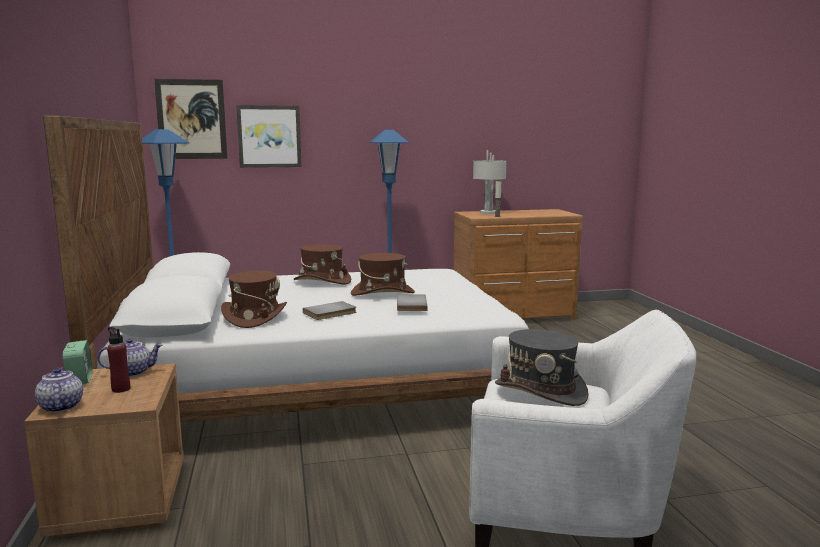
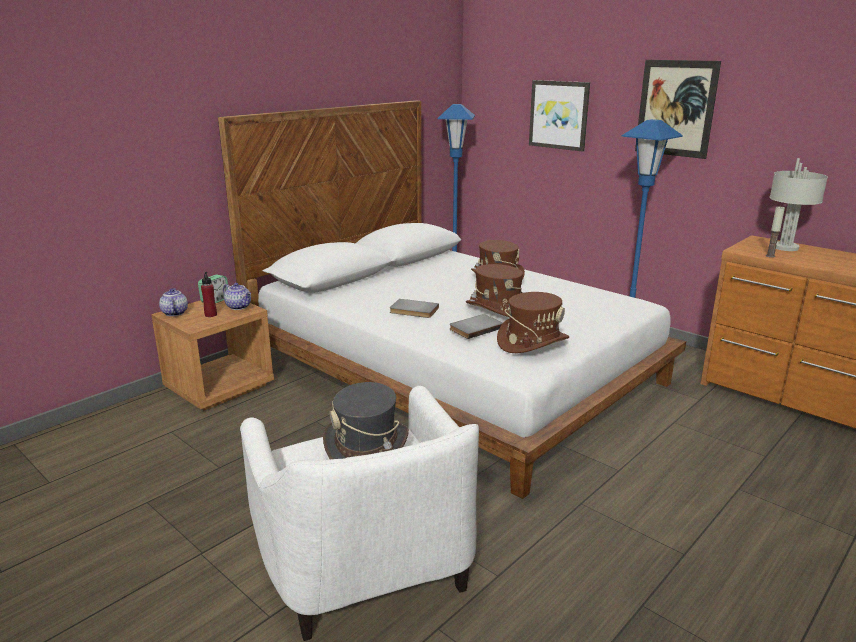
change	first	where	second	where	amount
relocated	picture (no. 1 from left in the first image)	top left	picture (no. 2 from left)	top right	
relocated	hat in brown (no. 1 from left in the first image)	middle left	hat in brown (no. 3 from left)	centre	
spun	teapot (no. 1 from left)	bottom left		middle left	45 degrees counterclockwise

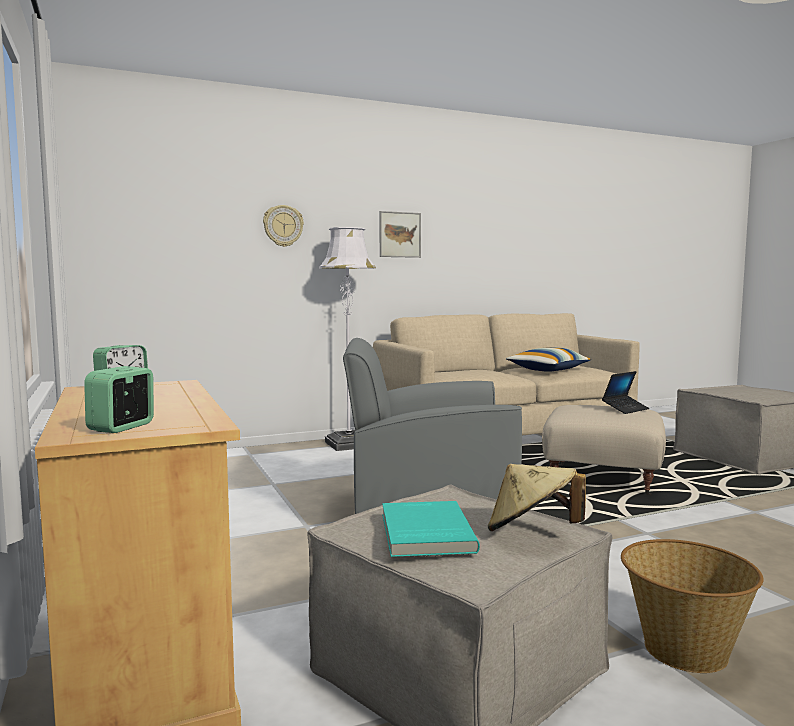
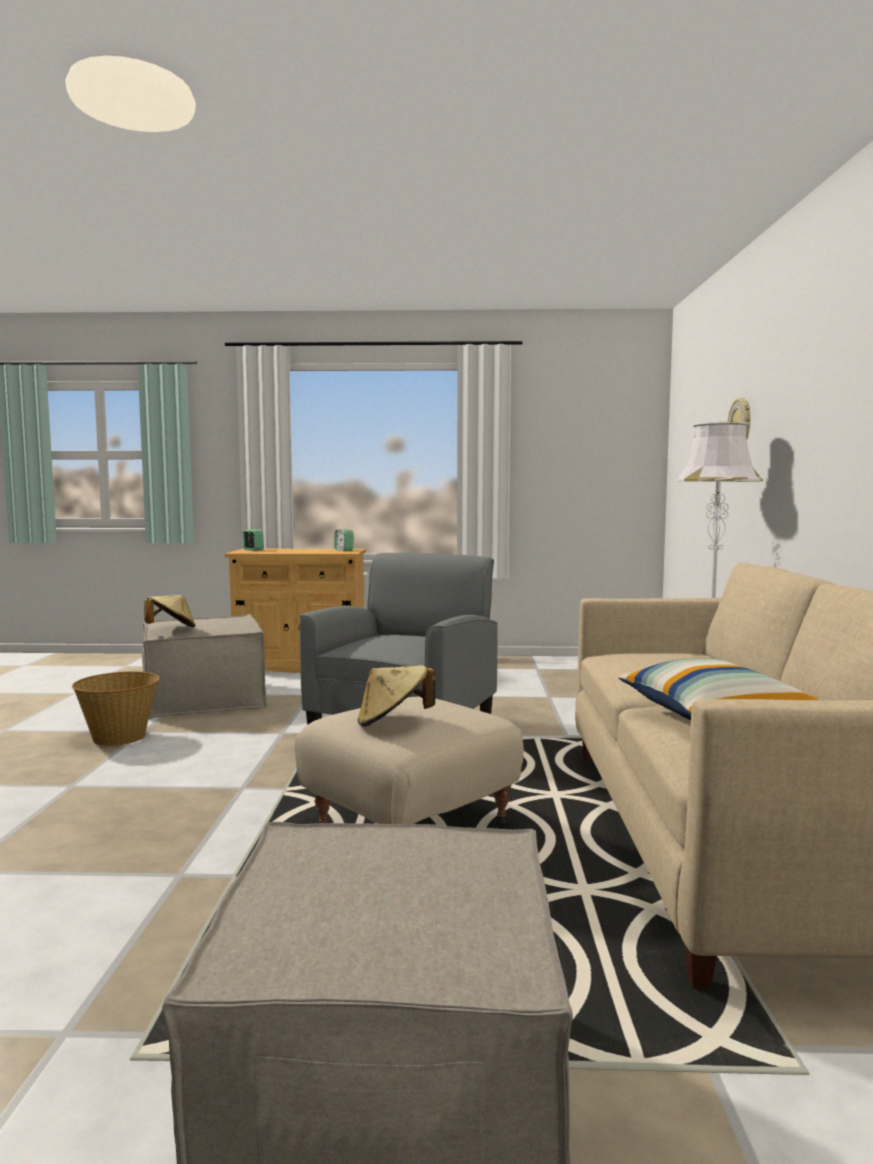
change	first	where	second	where	amount
missing	picture	top centre			
exchanged	laptop	middle right	hat in beige (no. 2 from left)	centre	
missing	book in turquoise	bottom centre			

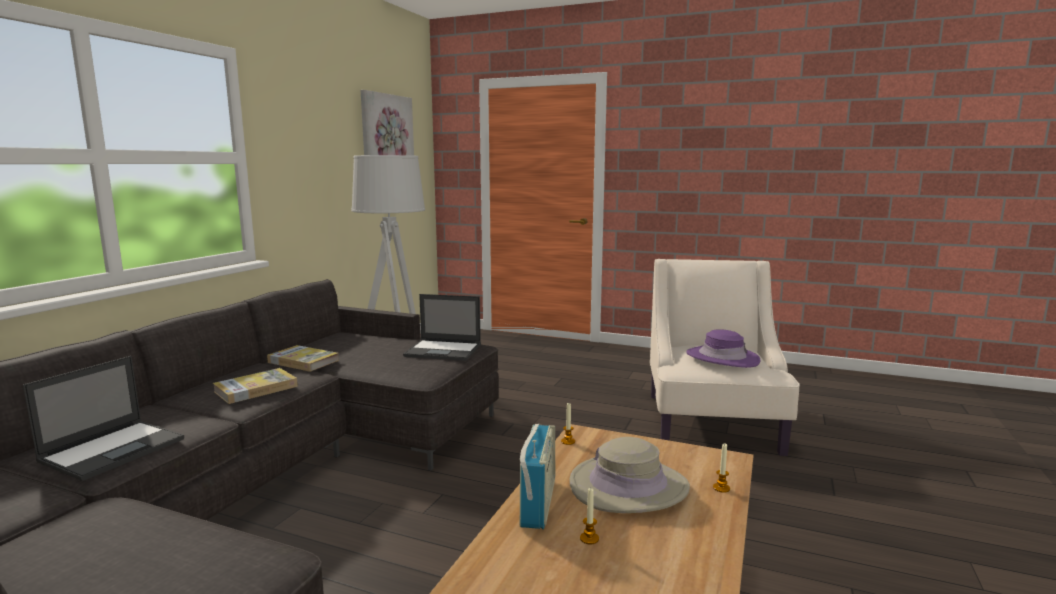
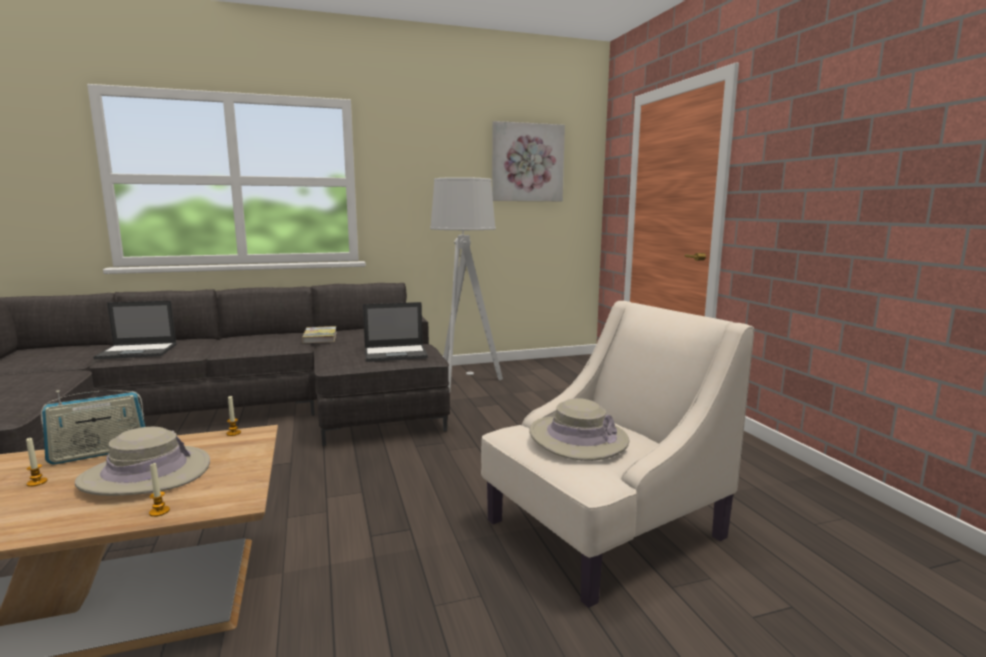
change	first	where	second	where	amount
spun	laptop (no. 2 from left)	centre		centre	75 degrees counterclockwise
colour	hat in purple-coloured	middle right	hat in beige (no. 2 from left)	centre	
missing	book (no. 1 from left)	middle left			

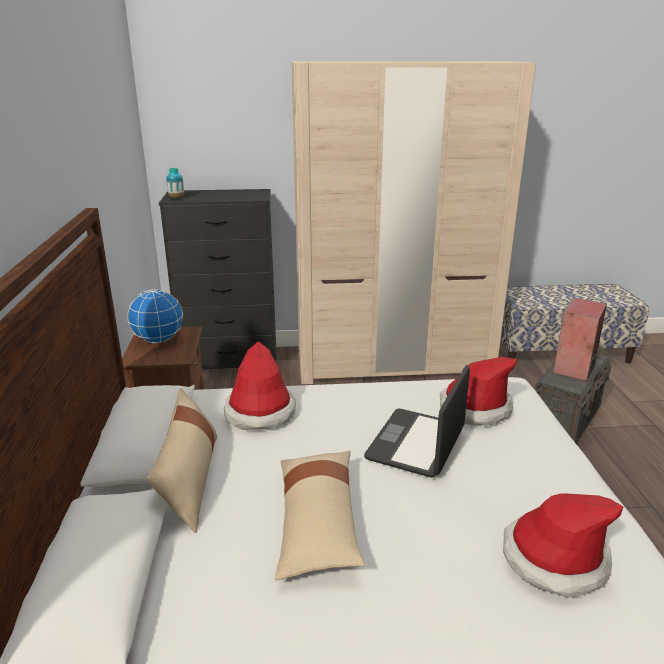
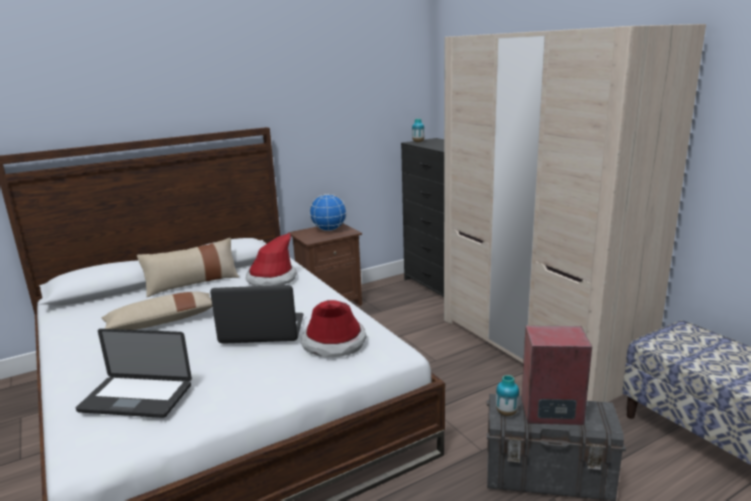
change	first	where	second	where	amount
exchanged	hat (no. 3 from left)	bottom right	laptop (no. 1 from left)	bottom left	
appeared			decorative vase (no. 2 from left)	bottom right	

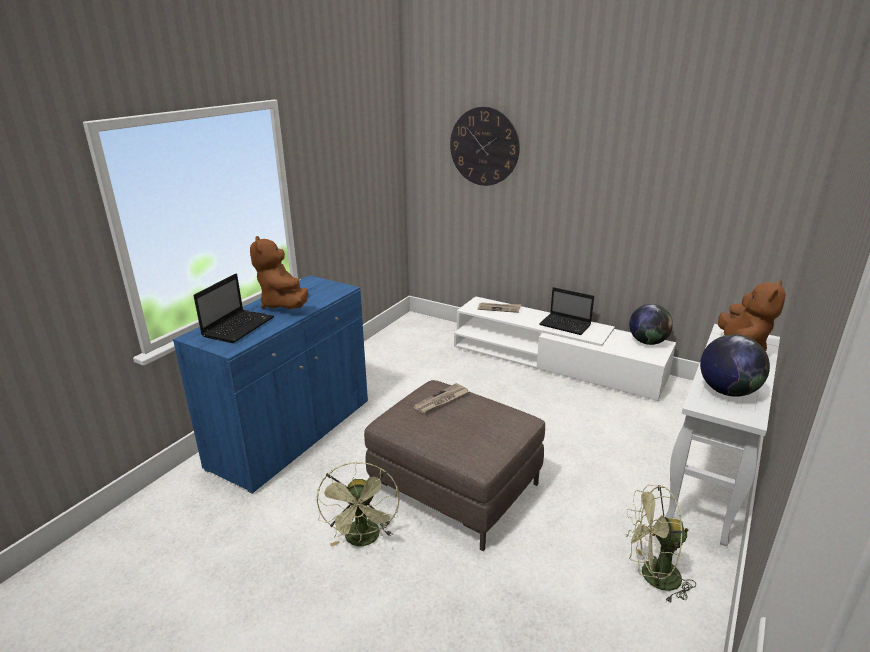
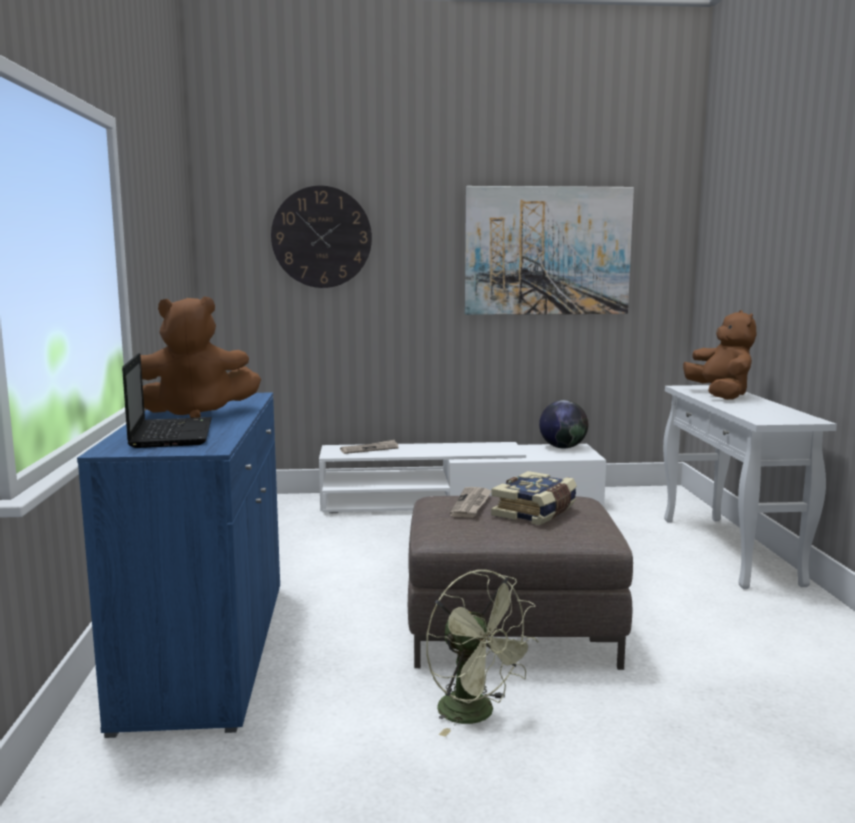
change	first	where	second	where	amount
spun	plush toy in brown (no. 1 from left)	middle left		middle left	45 degrees counterclockwise
missing	laptop (no. 2 from left)	centre			
missing	desk globe (no. 2 from left)	middle right			
missing	electric fan in greenish (no. 2 from left)	bottom right			
appeared			picture	top centre	
appeared			book	centre	

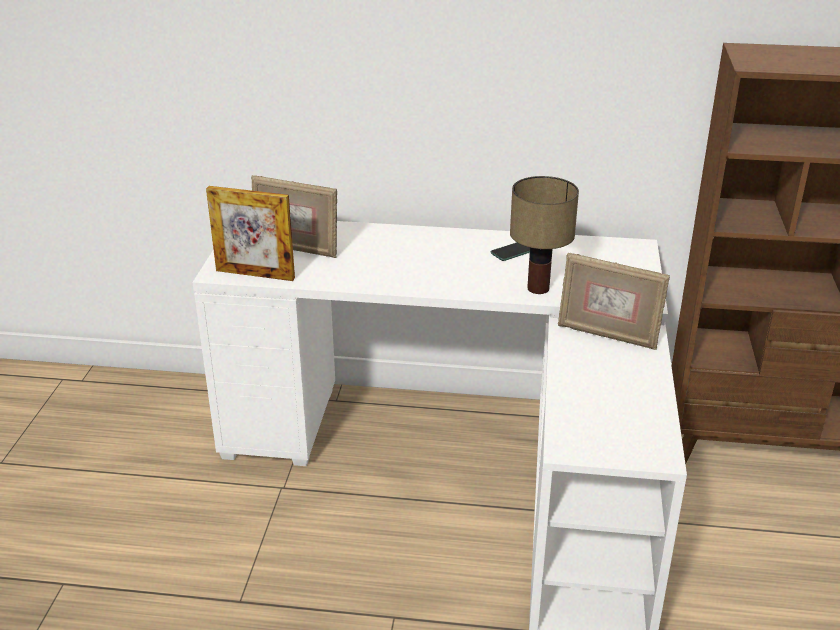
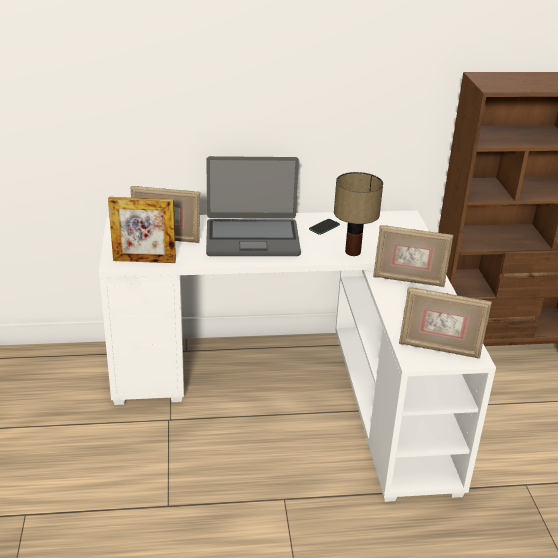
change	first	where	second	where	amount
appeared			laptop	centre	
appeared			standing frame (no. 4 from left)	middle right	

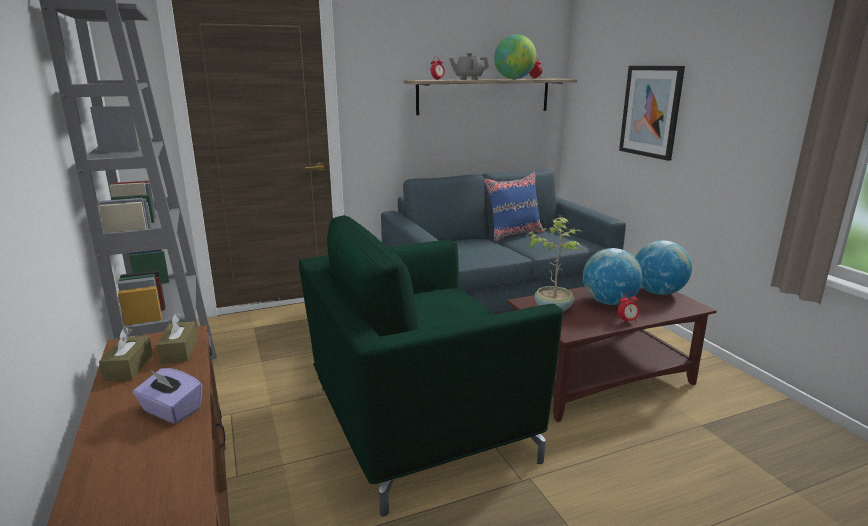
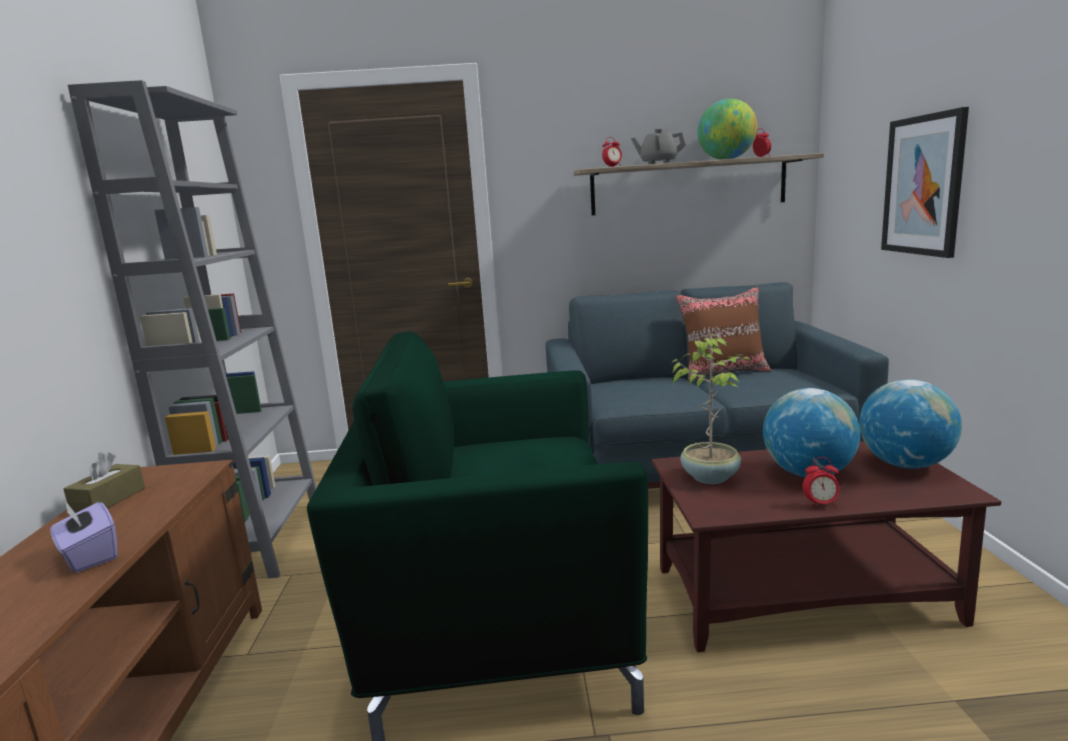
change	first	where	second	where	amount
colour	throw pillow in bluish	centre	throw pillow in brown	middle right	
missing	box of tissues in brown (no. 2 from left)	middle left			

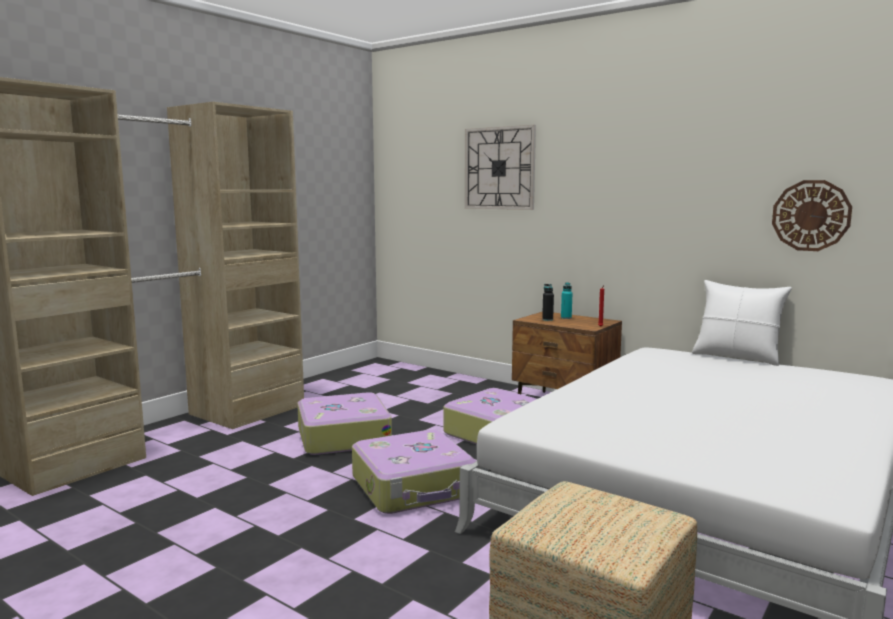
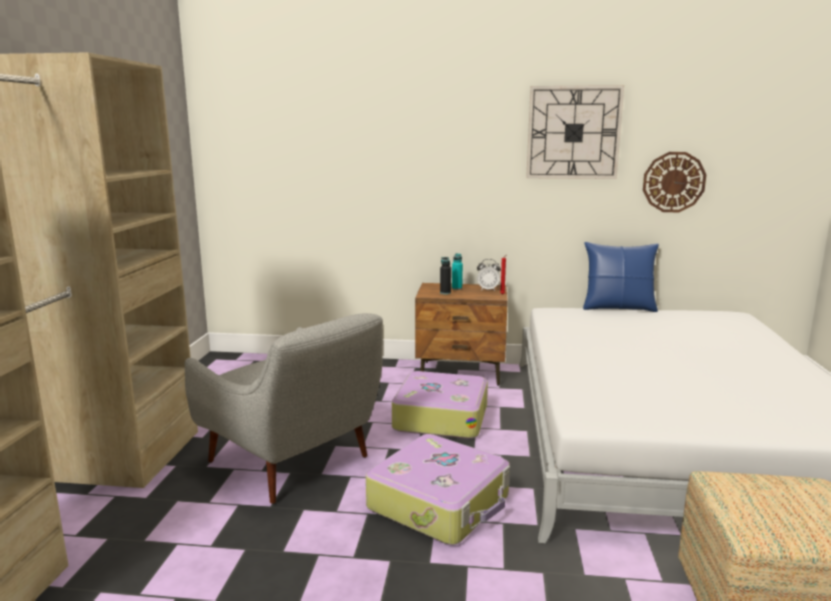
change	first	where	second	where	amount
relocated	wall clock (no. 1 from left)	top centre		top right	
colour	throw pillow in white	middle right	throw pillow in bluish	middle right	
exchanged	piece of luggage (no. 1 from left)	bottom centre	armchair in gray	bottom centre	
appeared			alarm clock	centre	

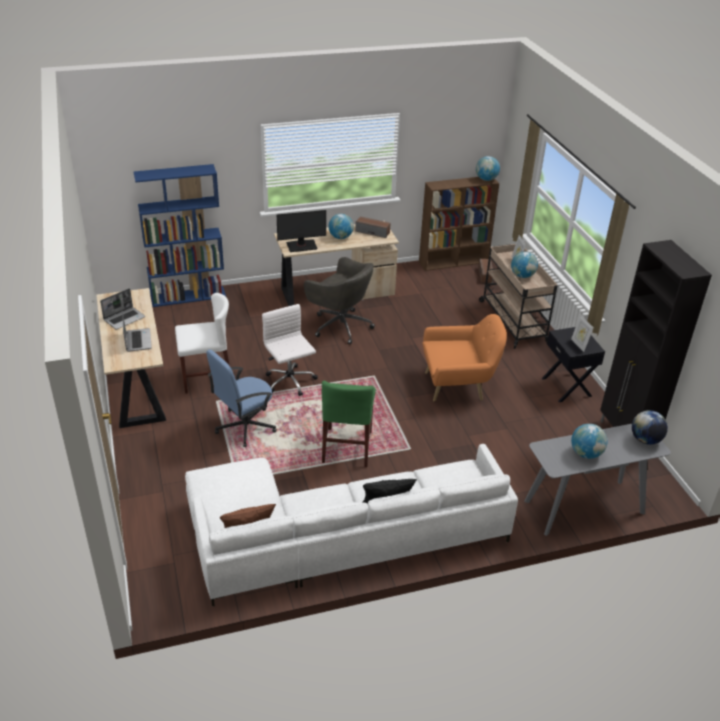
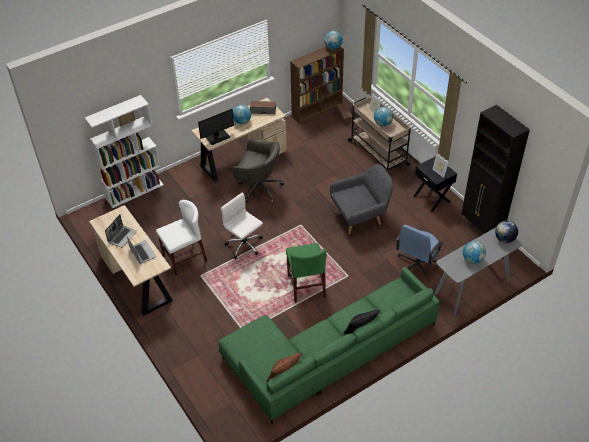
change	first	where	second	where	amount
colour	bookshelf in bluish	top left	bookshelf in white	middle left	
colour	armchair in orangey	centre	armchair in gray	centre	
relocated	computer chair in bluish	centre		middle right	
colour	sofa in white	bottom centre	sofa in greenish	bottom centre	

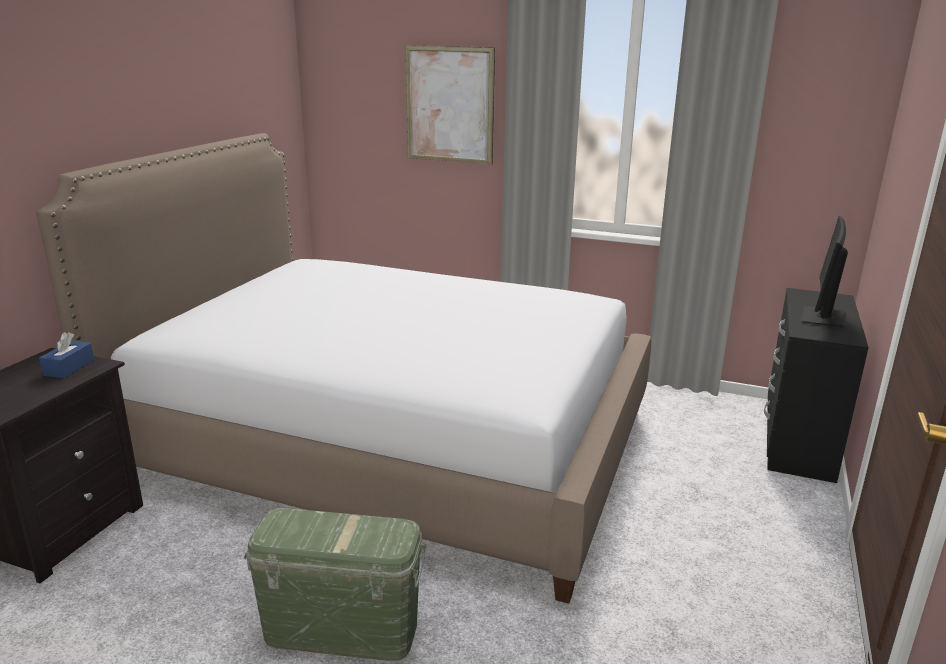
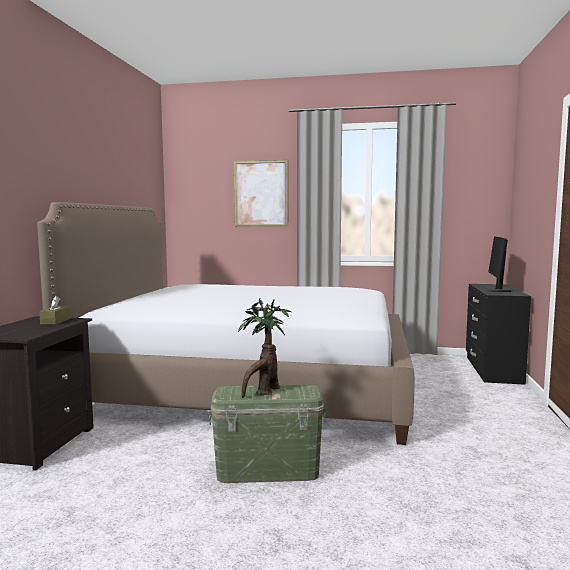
change	first	where	second	where	amount
colour	box of tissues in bluish	middle left	box of tissues in brown	middle left	
appeared			potted plant	centre	

